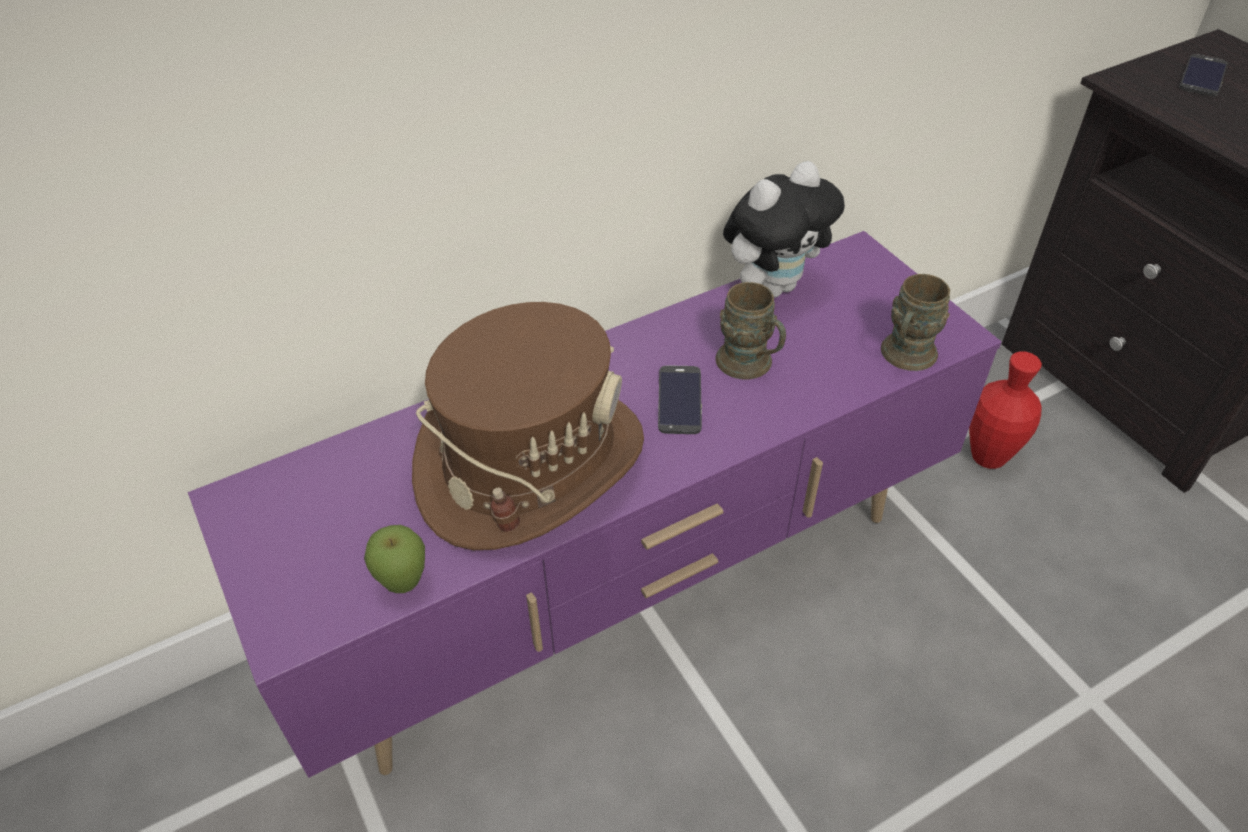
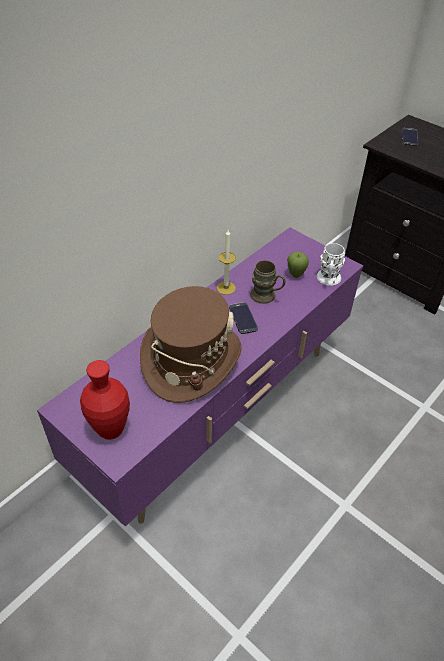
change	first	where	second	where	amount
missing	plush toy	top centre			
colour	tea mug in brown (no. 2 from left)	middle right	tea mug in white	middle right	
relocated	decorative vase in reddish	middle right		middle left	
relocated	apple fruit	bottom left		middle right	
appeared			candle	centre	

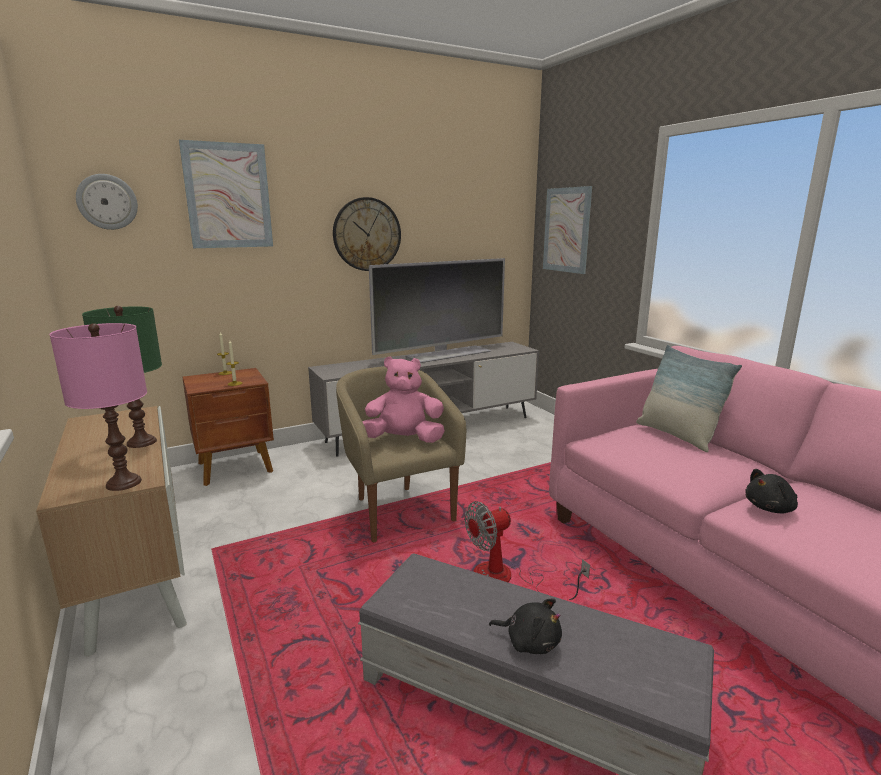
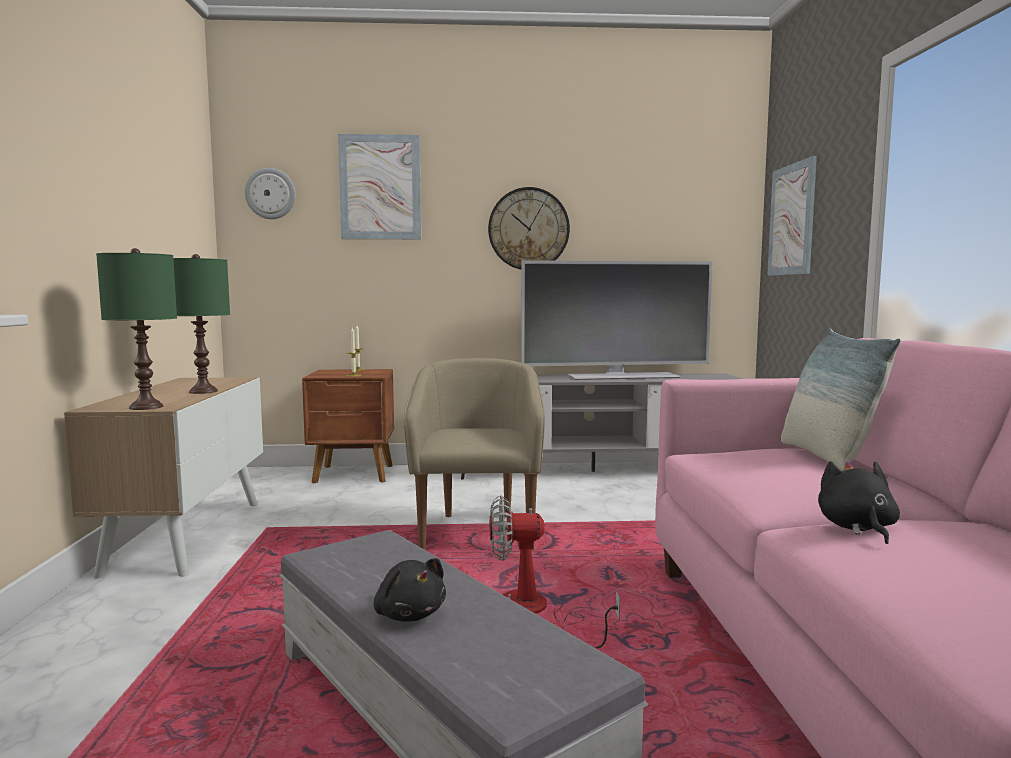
change	first	where	second	where	amount
colour	lamp for a table in pink-coloured	middle left	lamp for a table in greenish (no. 1 from left)	middle left	
missing	plush toy in pink-coloured	centre			
spun	plush toy in blackish (no. 2 from left)	middle right		middle right	90 degrees clockwise

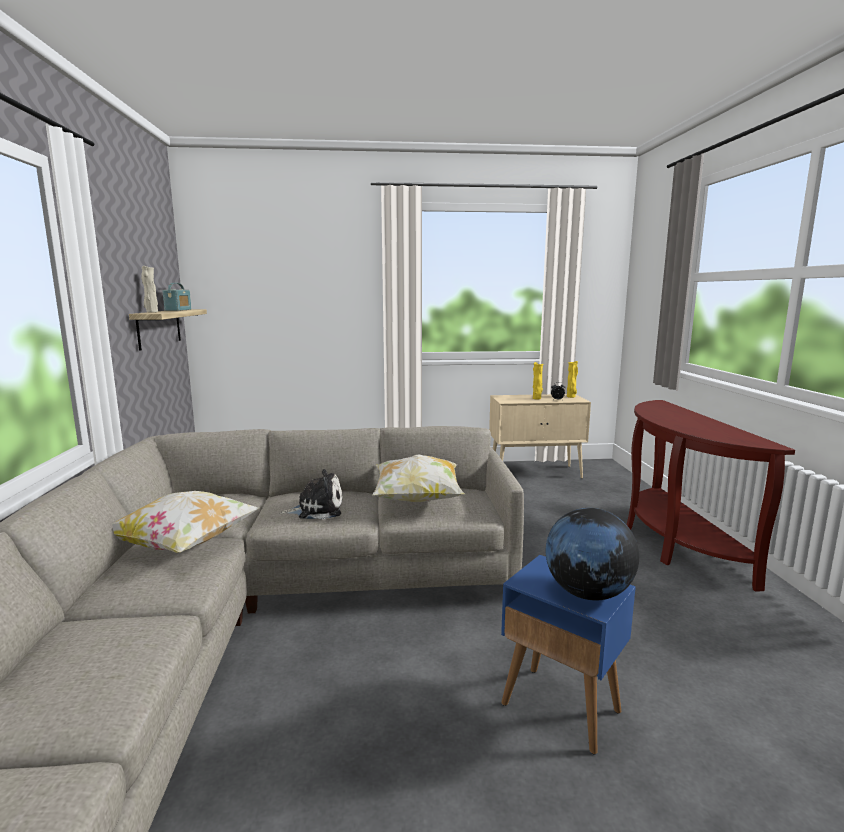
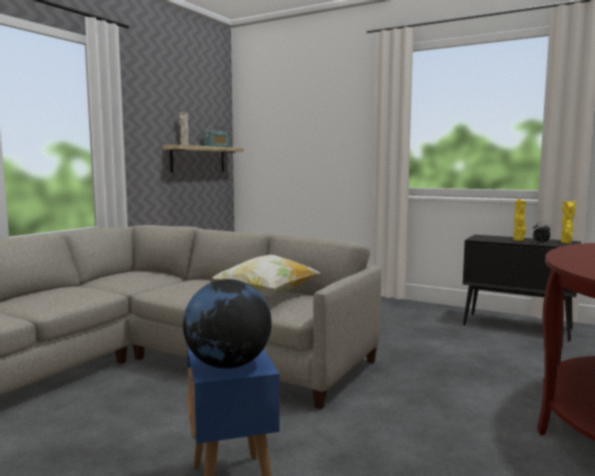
change	first	where	second	where	amount
colour	cabinet in beige	centre	cabinet in blackish	middle right	
missing	plush toy	centre			
missing	throw pillow (no. 1 from left)	middle left			

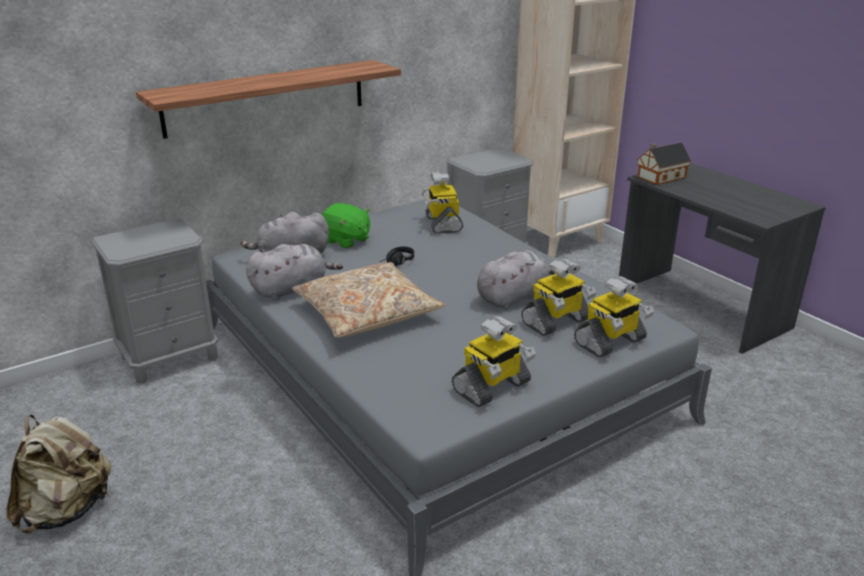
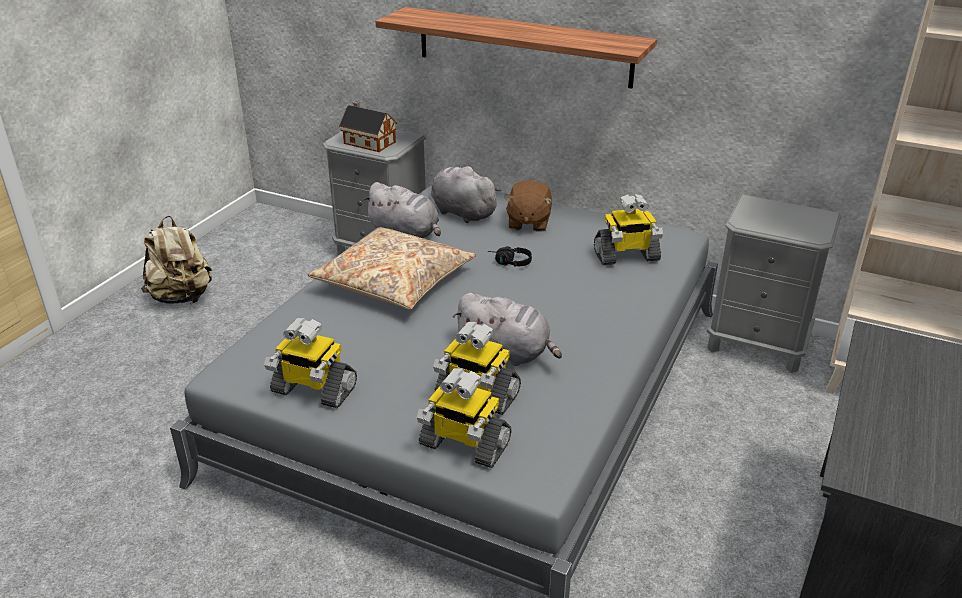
change	first	where	second	where	amount
relocated	toy house	top right		top centre	
spun	robot figure (no. 1 from left in the first image)	centre	robot figure (no. 4 from left)	centre	150 degrees counterclockwise
colour	plush toy in greenish	centre	plush toy in brown	centre	

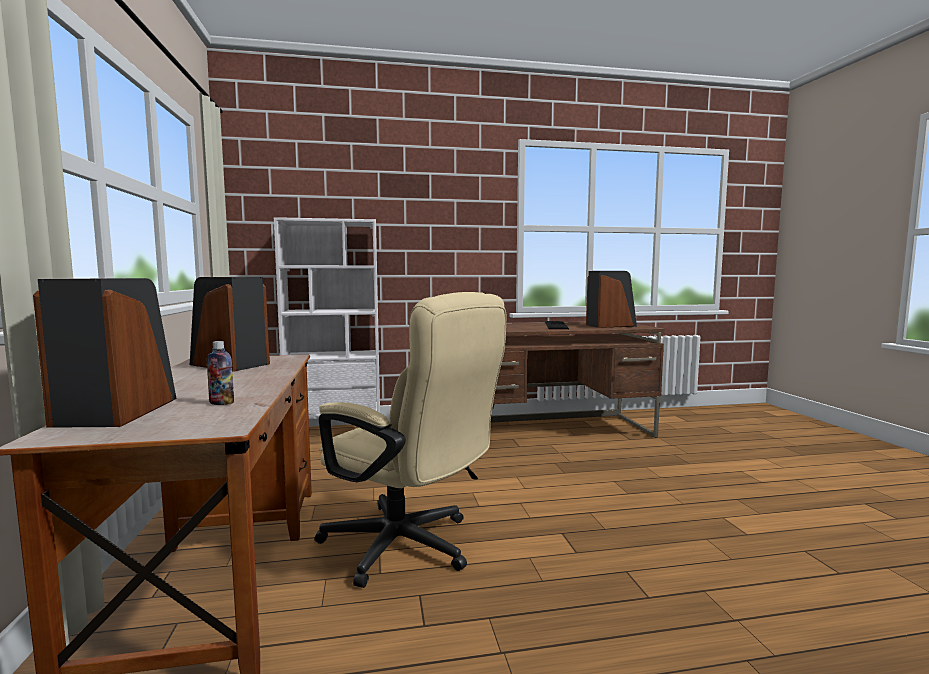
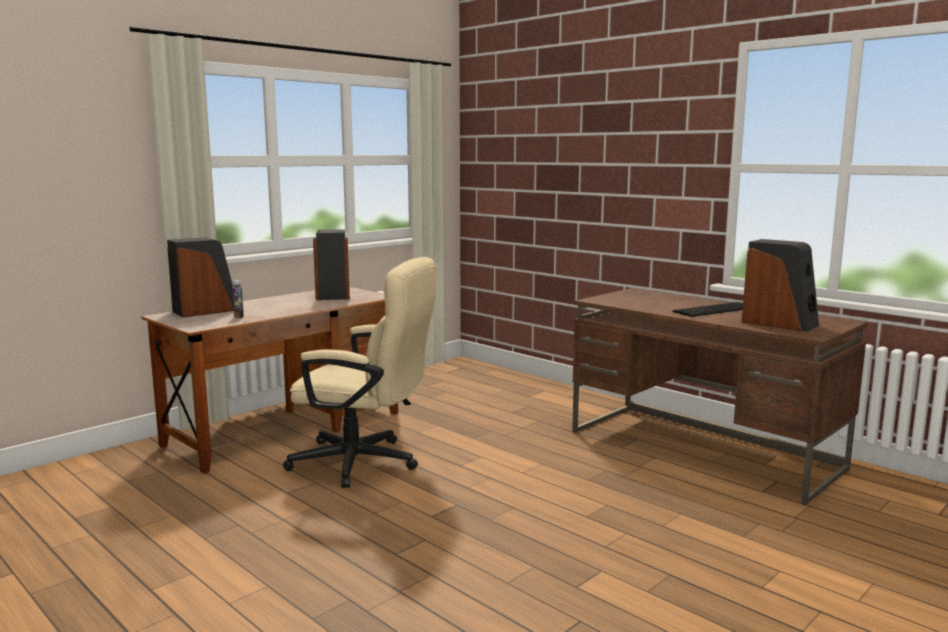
change	first	where	second	where	amount
missing	bookshelf in white	centre			
spun	computer chair in beige	centre		centre	75 degrees counterclockwise

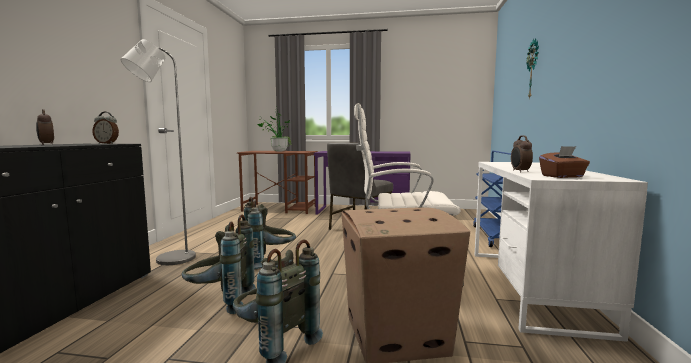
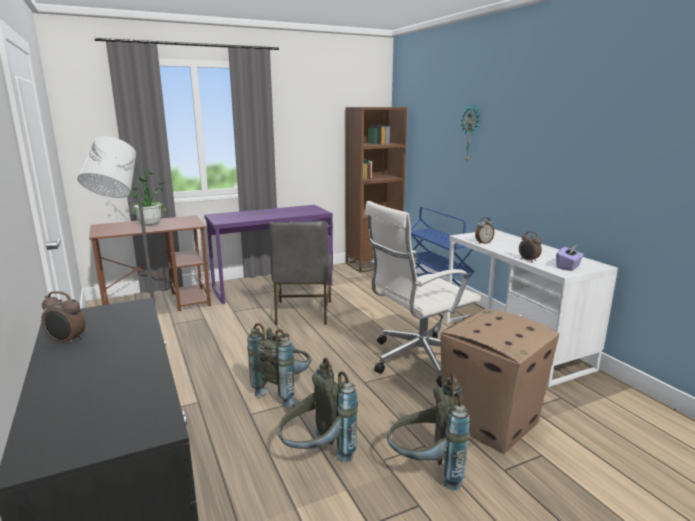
change	first	where	second	where	amount
relocated	alarm clock (no. 2 from left)	middle left		middle right	
colour	box of tissues in brown	middle right	box of tissues in purple-coloured	middle right	
appeared			bookshelf in brown	centre	

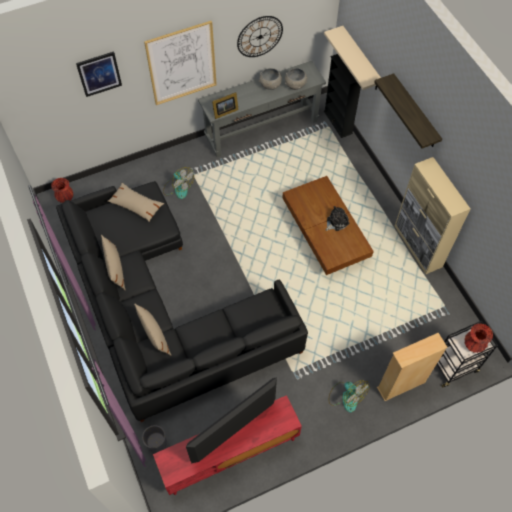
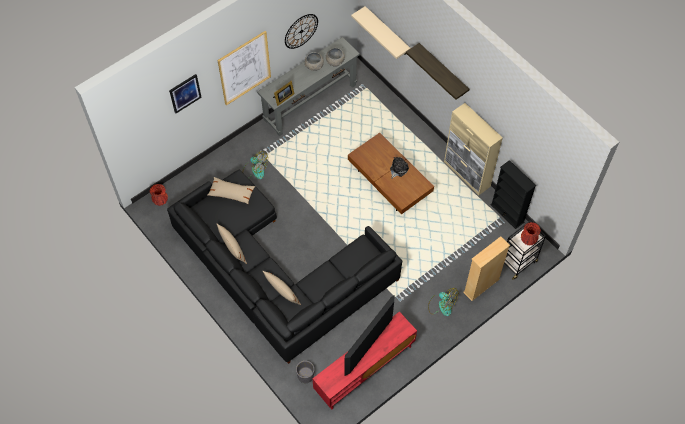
change	first	where	second	where	amount
relocated	bookshelf in blackish	top right		middle right	

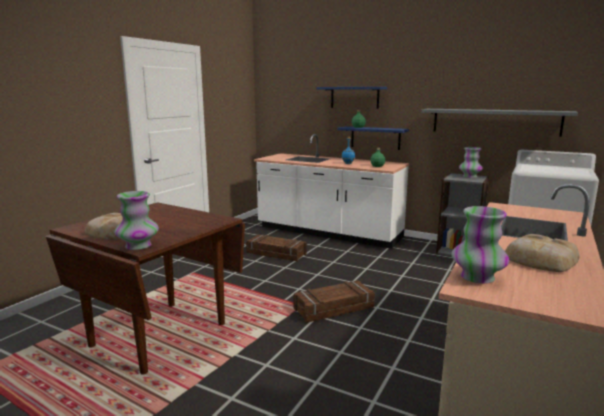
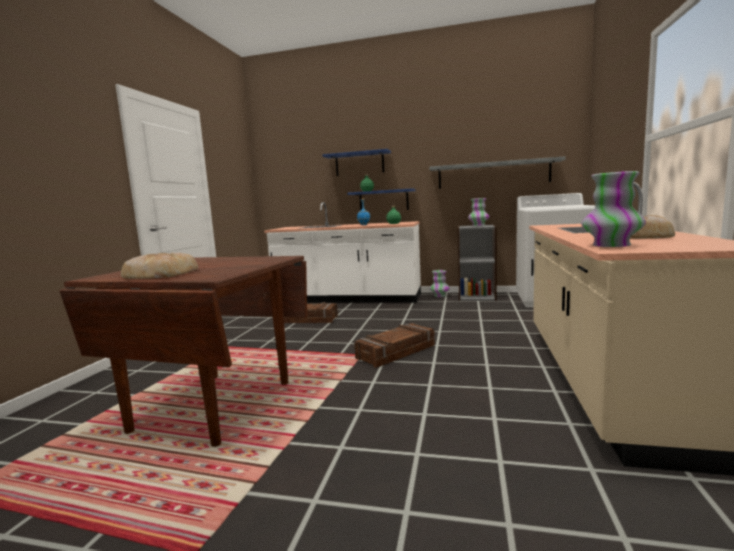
change	first	where	second	where	amount
relocated	decorative vase (no. 1 from left)	middle left		centre	

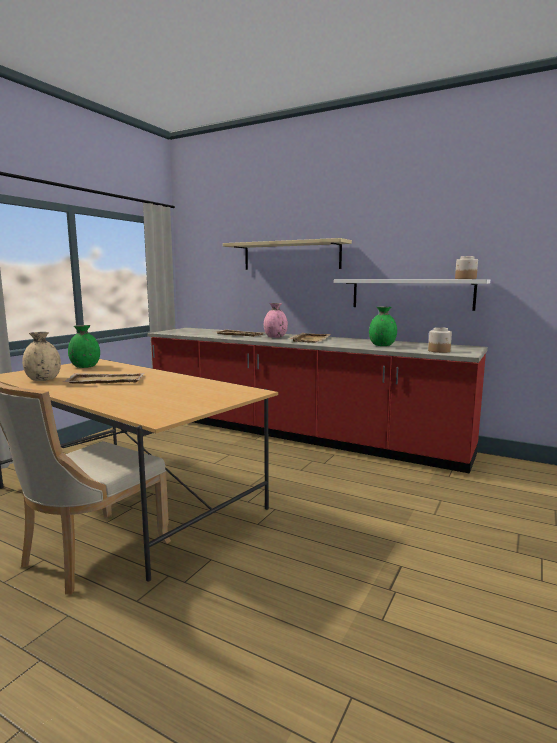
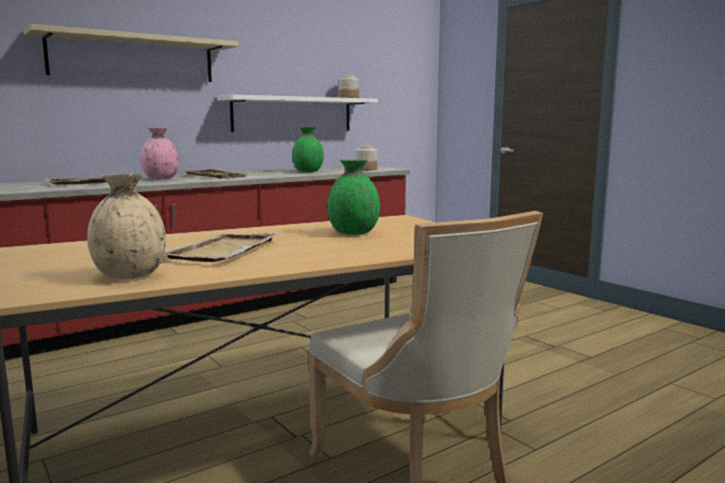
change	first	where	second	where	amount
relocated	decorative vase in greenish (no. 1 from left in the first image)	middle left	decorative vase in greenish (no. 2 from left)	centre	

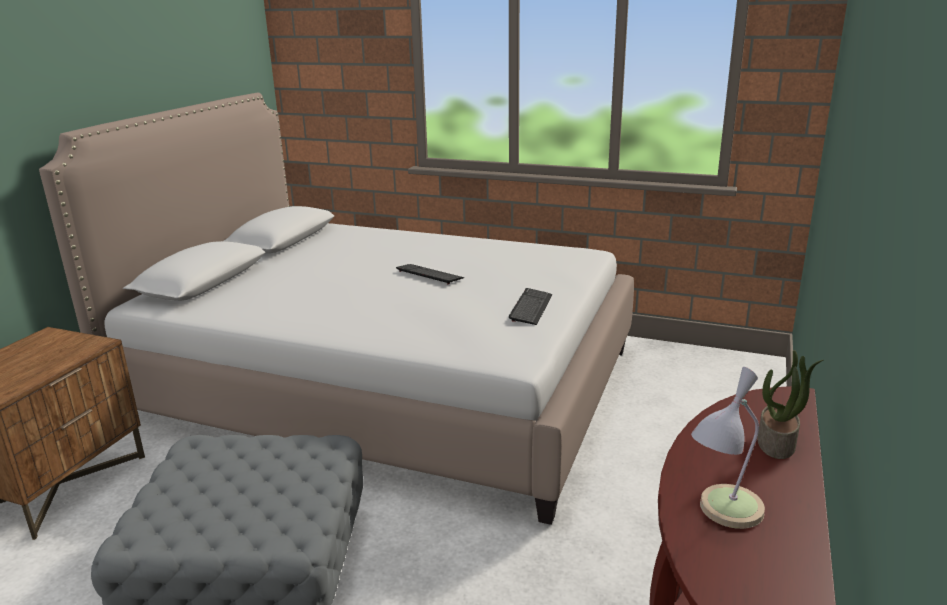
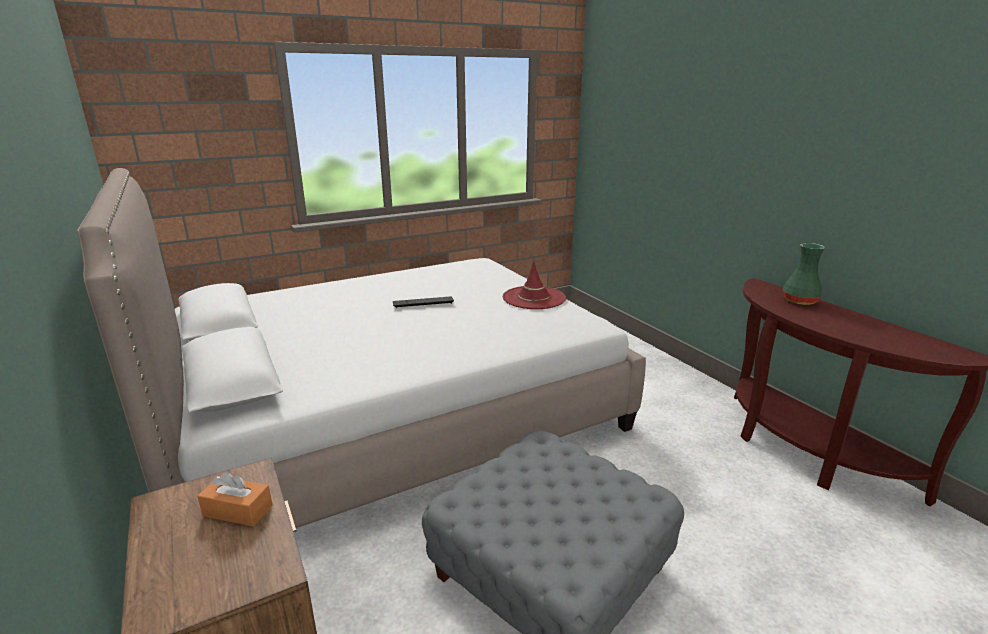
change	first	where	second	where	amount
exchanged	PC keyboard (no. 2 from left)	centre	hat in reddish	centre	
exchanged	potted plant	bottom right	decorative vase in greenish	middle right	
missing	lamp for a table	bottom right			
appeared			box of tissues in orangey	bottom left	

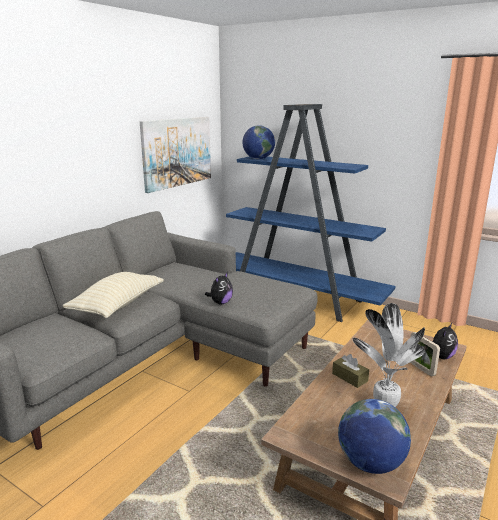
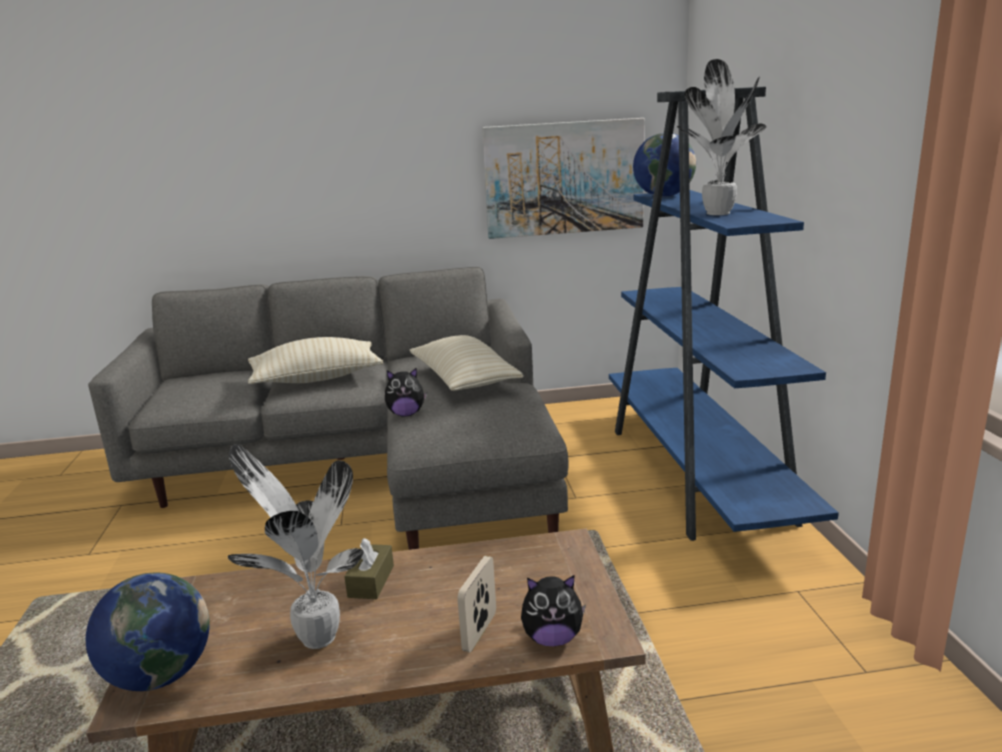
change	first	where	second	where	amount
appeared			potted plant (no. 2 from left)	top right	
appeared			throw pillow in beige (no. 2 from left)	centre	

